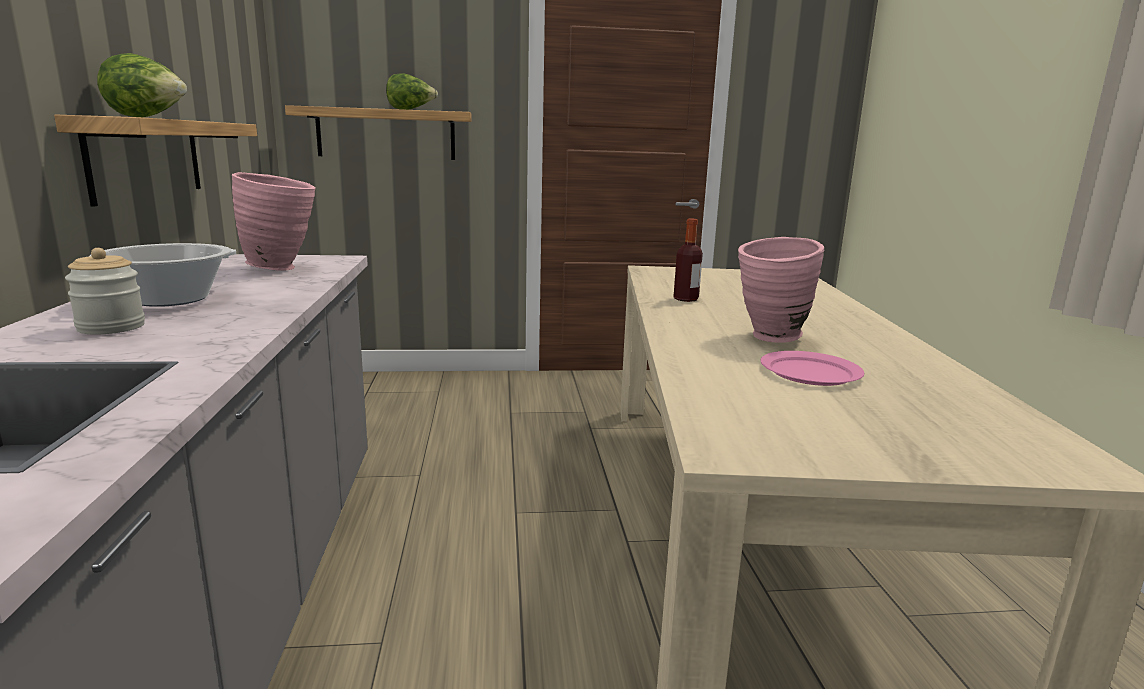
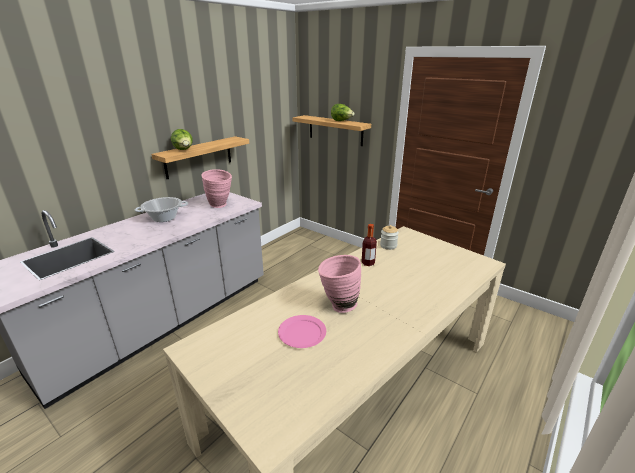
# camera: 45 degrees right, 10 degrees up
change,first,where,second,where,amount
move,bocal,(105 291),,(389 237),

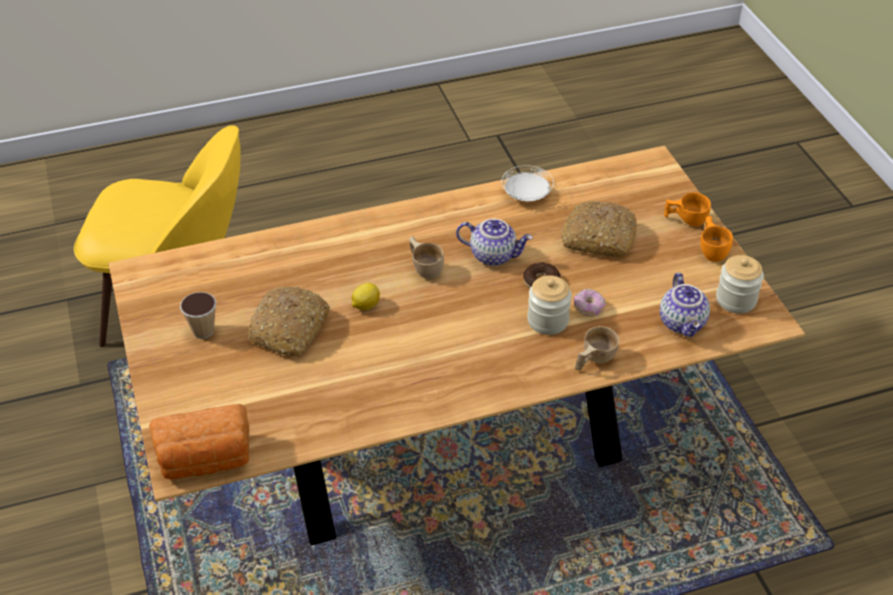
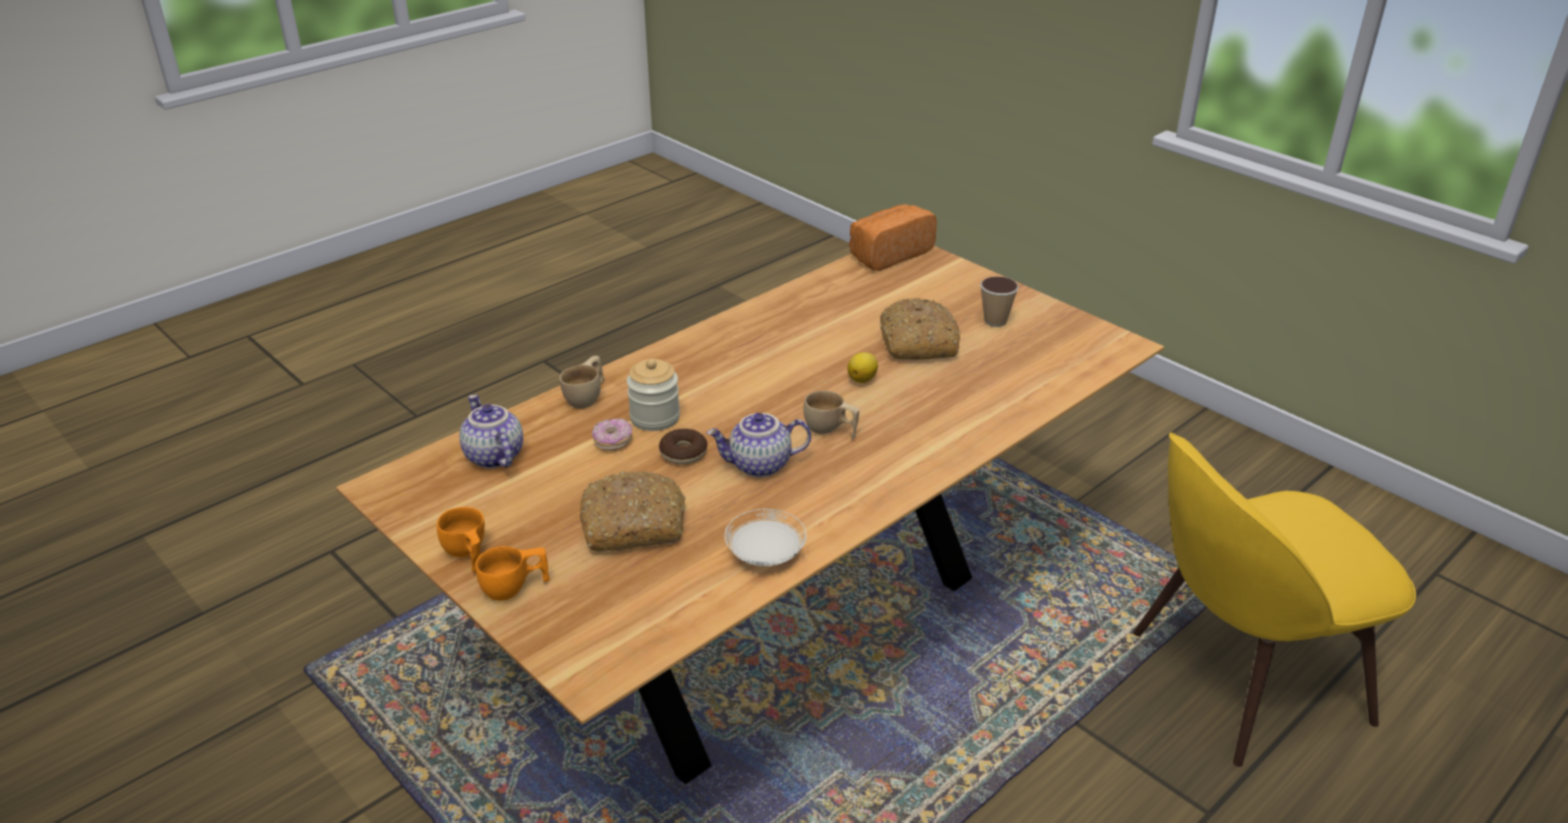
# camera: 155 degrees right, 10 degrees down
change,first,where,second,where,amount
delete,bocal,(740 284),,,

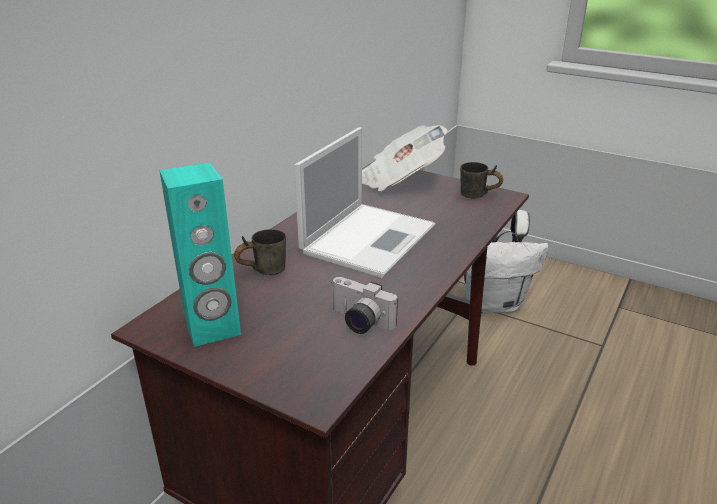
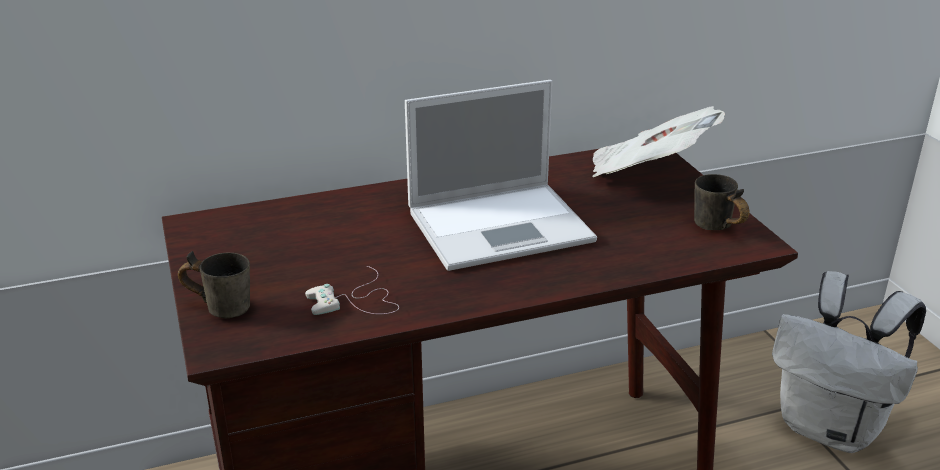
# camera: 40 degrees right, 0 degrees up
change,first,where,second,where,amount
delete,enceinte [turquoise],(200 254),,,
move,mug [gris],(260 252),,(214 284),
replace,appareil photo,(364 305),manette [blanc],(352 290),

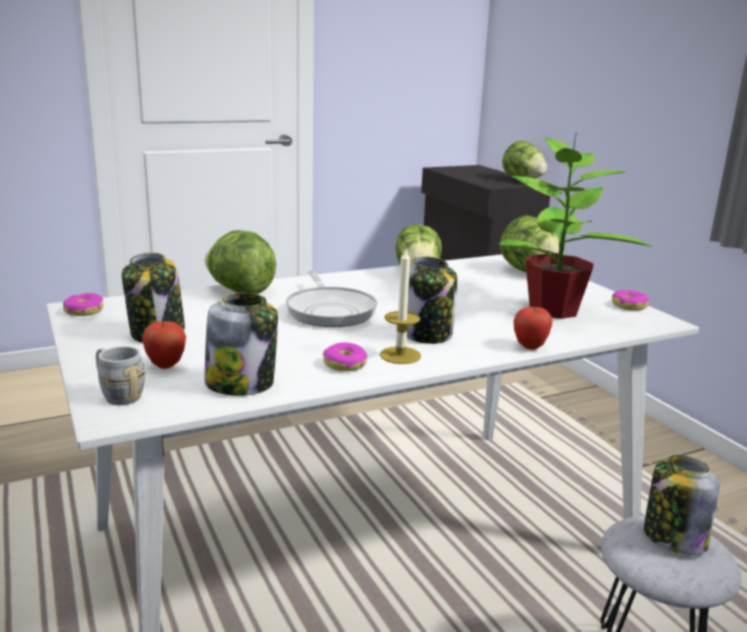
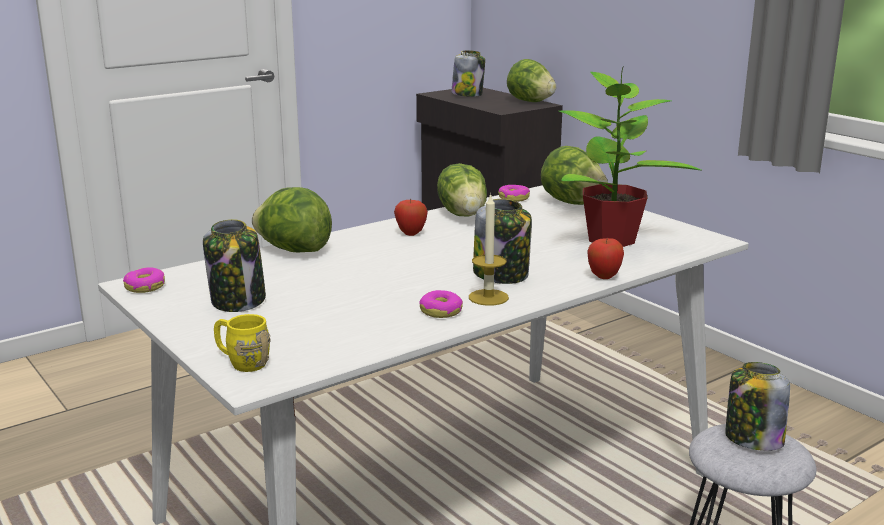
# camera: 10 degrees left, 0 degrees up
change,first,where,second,where,amount
recolor,mug [gris],(120 375),mug [jaune],(242 343),
move,pomme,(164 345),,(411 217),
move,bocal,(241 344),,(468 73),
delete,poêle,(331 299),,,
move,beignet,(630 300),,(514 193),

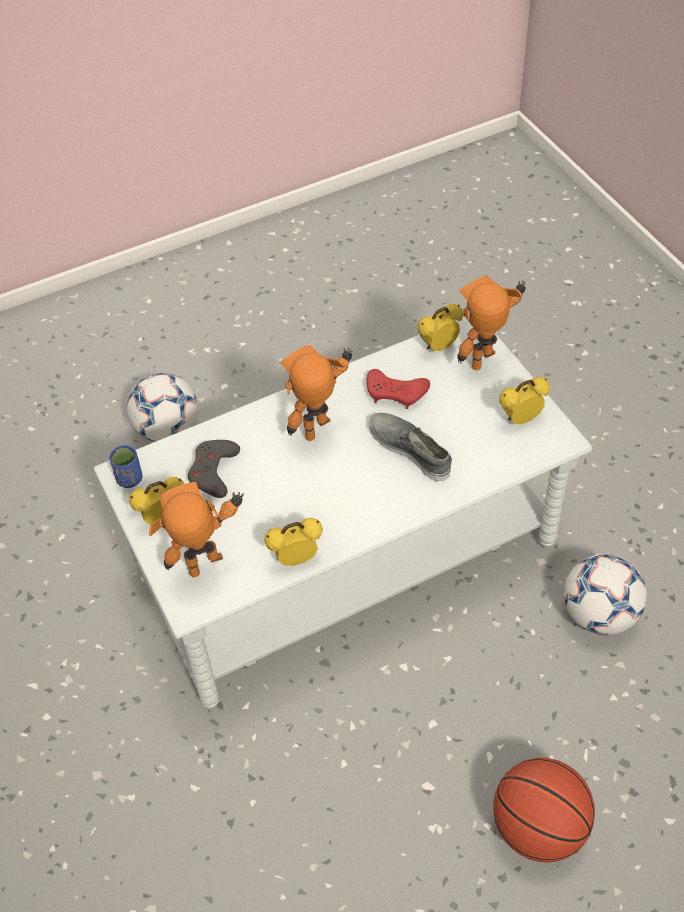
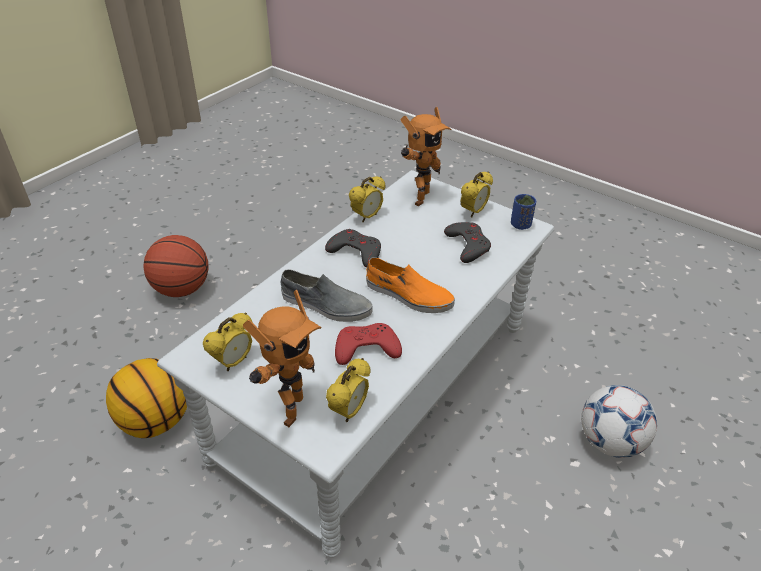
# camera: 150 degrees right, 10 degrees down
change,first,where,second,where,amount
replace,robot jouet,(316 393),chaussure [orange],(410 285),
replace,ballon de foot,(605 594),ballon de basket,(146 398),
insert,,,manette [gris],(353 248),

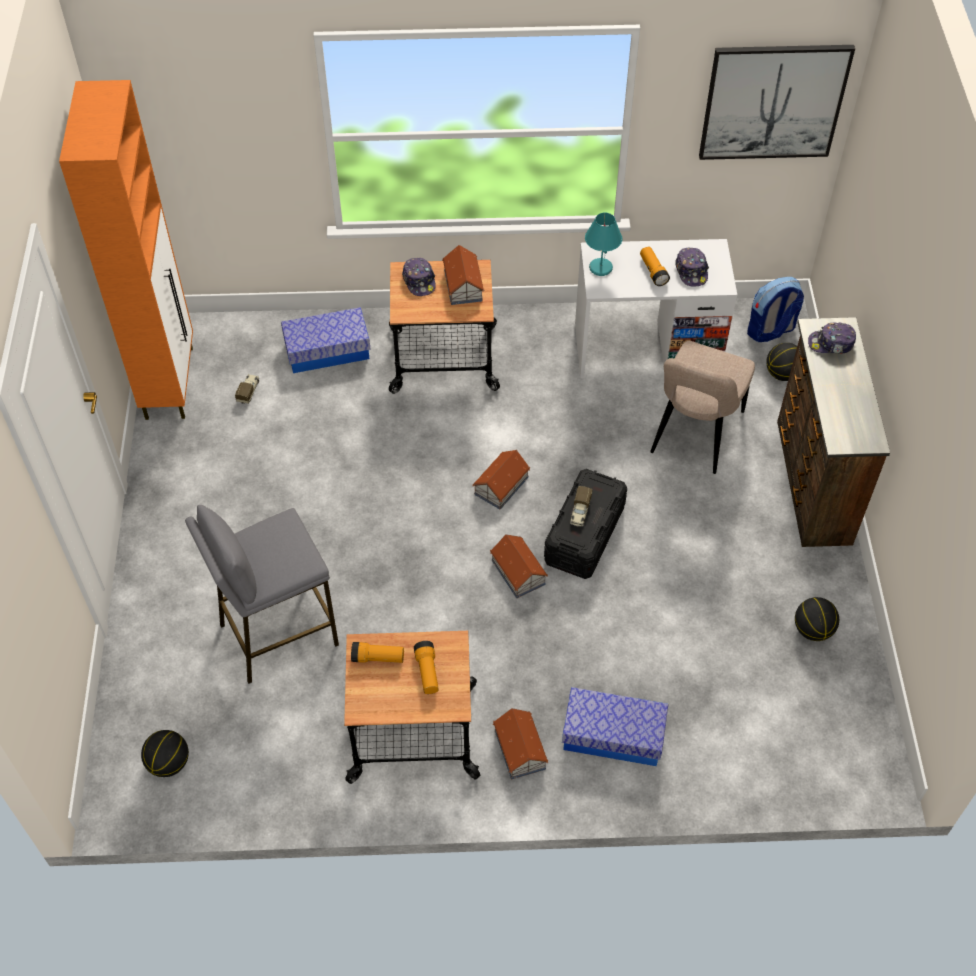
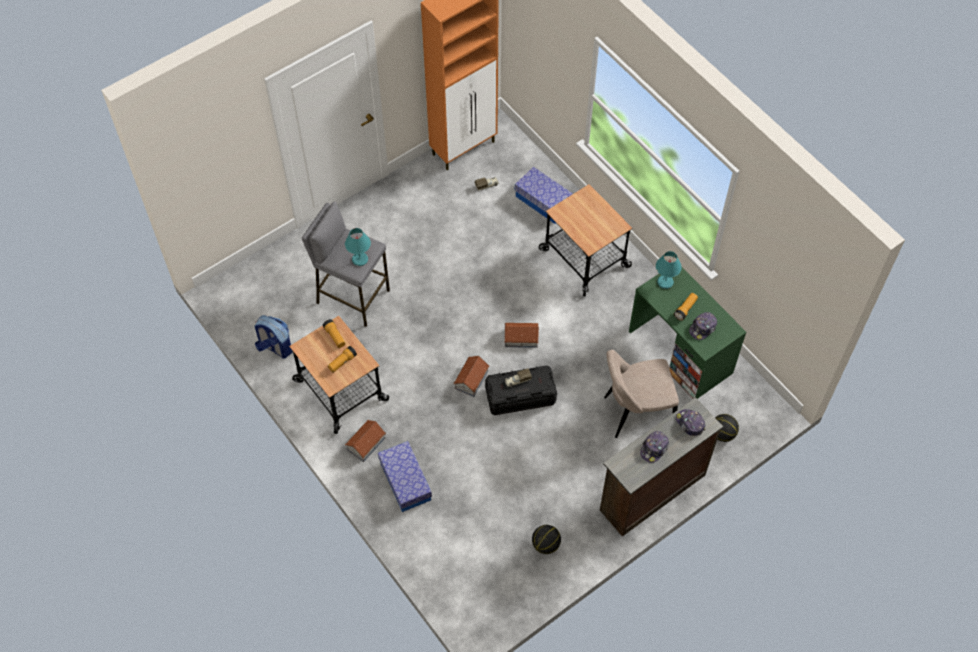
# camera: 55 degrees right, 5 degrees up
change,first,where,second,where,amount
delete,ballon de basket,(165 753),,,
move,casquette,(419 277),,(654 447),
delete,maison miniature,(463 275),,,
recolor,bureau [blanc],(656 308),bureau [vert],(687 333),
delete,tableau,(777 102),,,
move,sac à dos,(775 309),,(273 337),
insert,,,lampe de table [turquoise],(358 247),

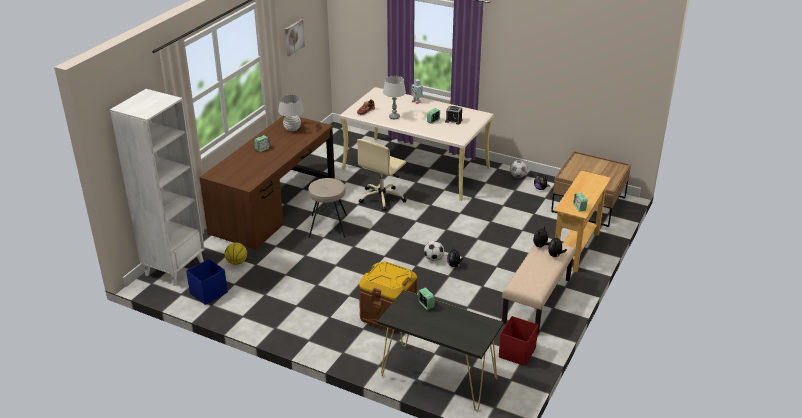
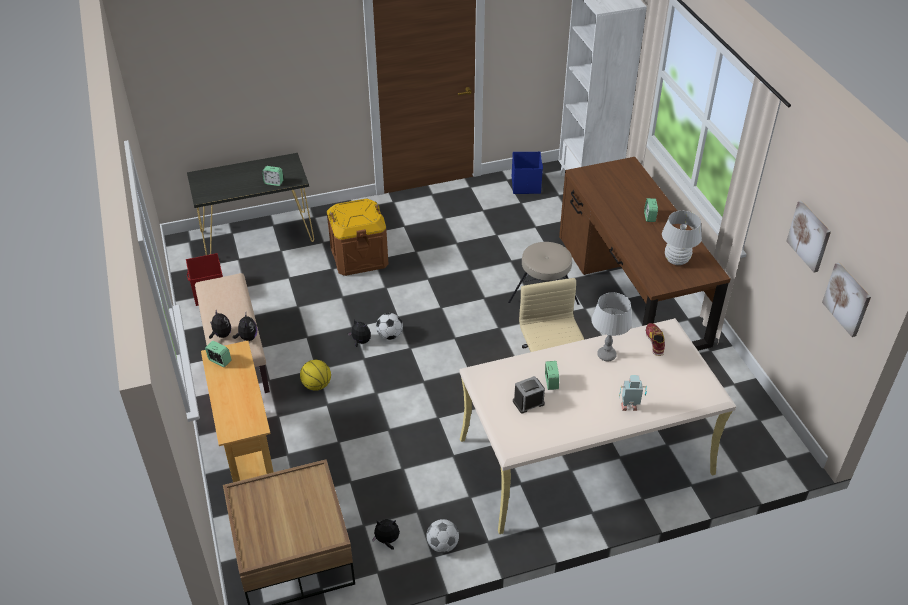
# camera: 135 degrees right, 10 degrees up
change,first,where,second,where,amount
move,ballon de basket,(236 254),,(315 375),
insert,,,tableau,(846 300),

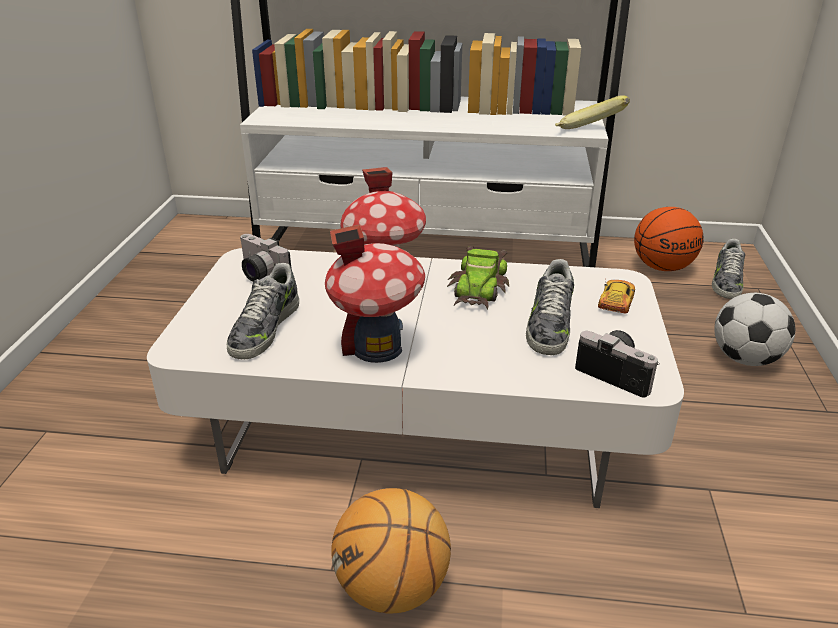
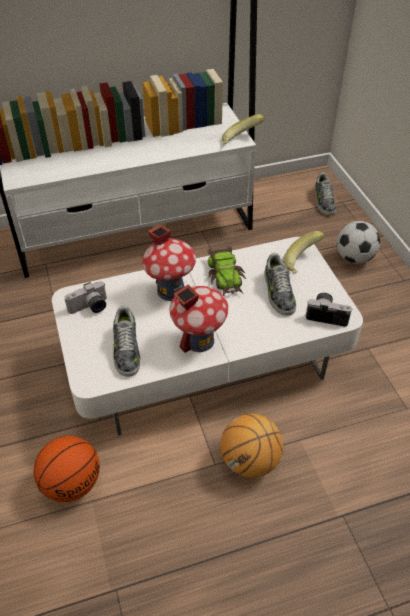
# camera: 25 degrees left, 15 degrees up
change,first,where,second,where,amount
rotate,appareil photo,(266 257),,(85 297),45 degrees counterclockwise
replace,petite voiture,(616 296),banane,(303 252),
move,ballon de basket,(669 239),,(67 469),

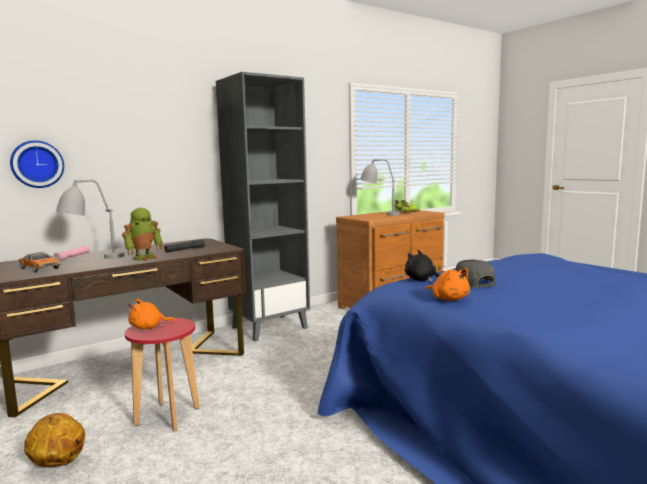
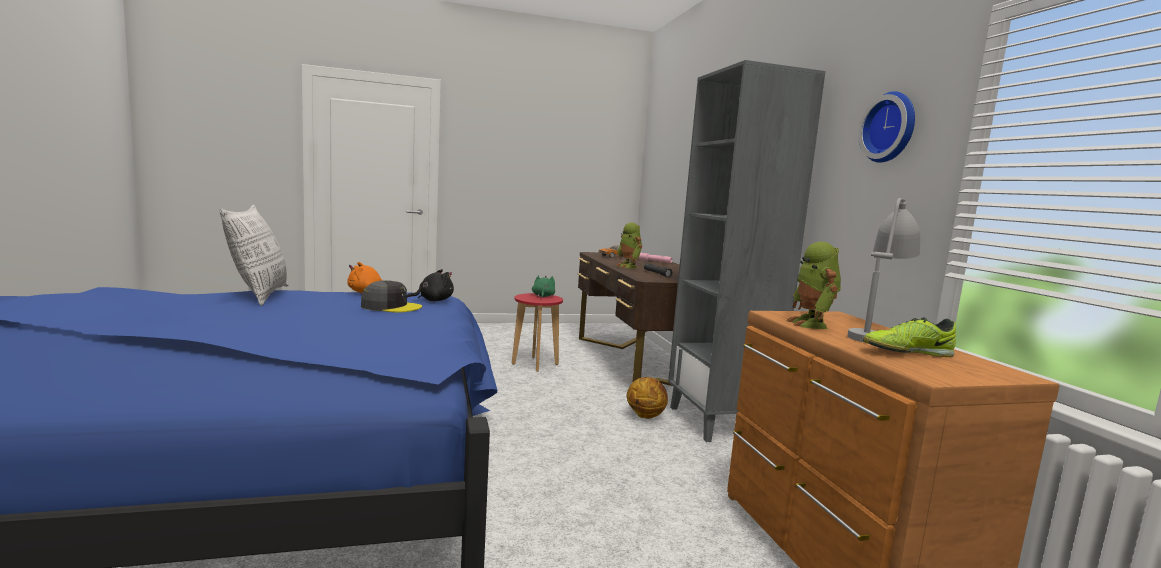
# camera: 110 degrees right, 0 degrees up
change,first,where,second,where,amount
move,horloge murale,(37 164),,(886 127),
move,ballon de basket,(54 440),,(647 398),
delete,lampe de table [gris],(90 219),,,
recolor,peluche [orange],(152 314),peluche [vert],(543 286),
insert,,,coussin,(253 255),
insert,,,robot jouet,(813 285),

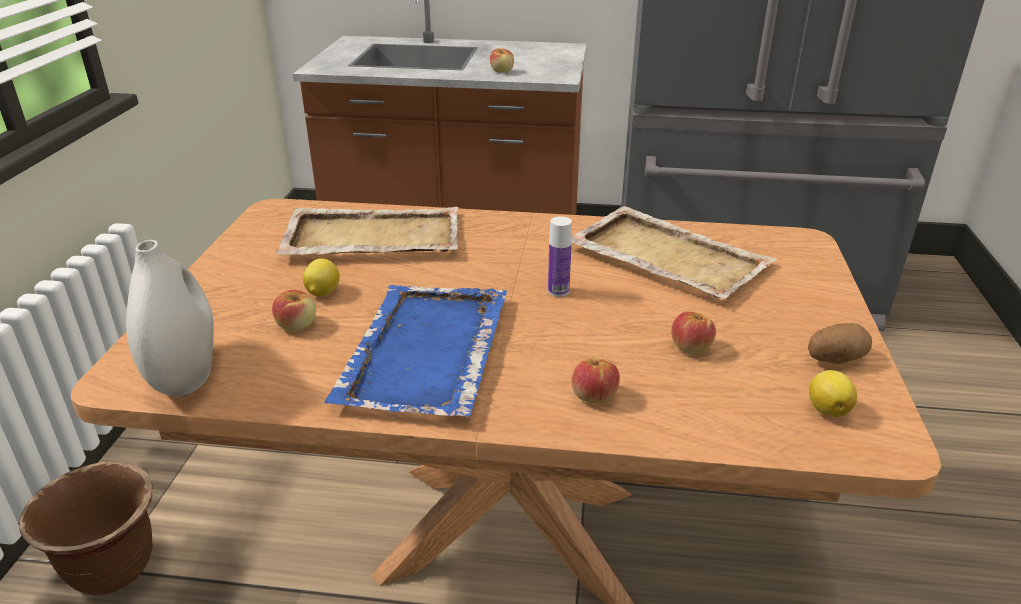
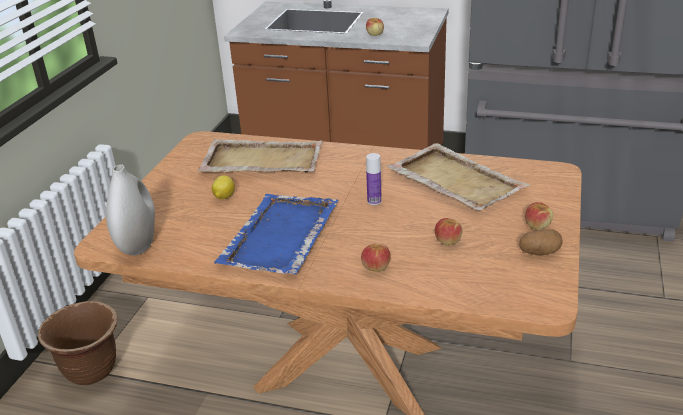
# camera: 10 degrees right, 0 degrees up
change,first,where,second,where,amount
move,pomme,(294 310),,(539 216),
delete,citron,(833 393),,,

